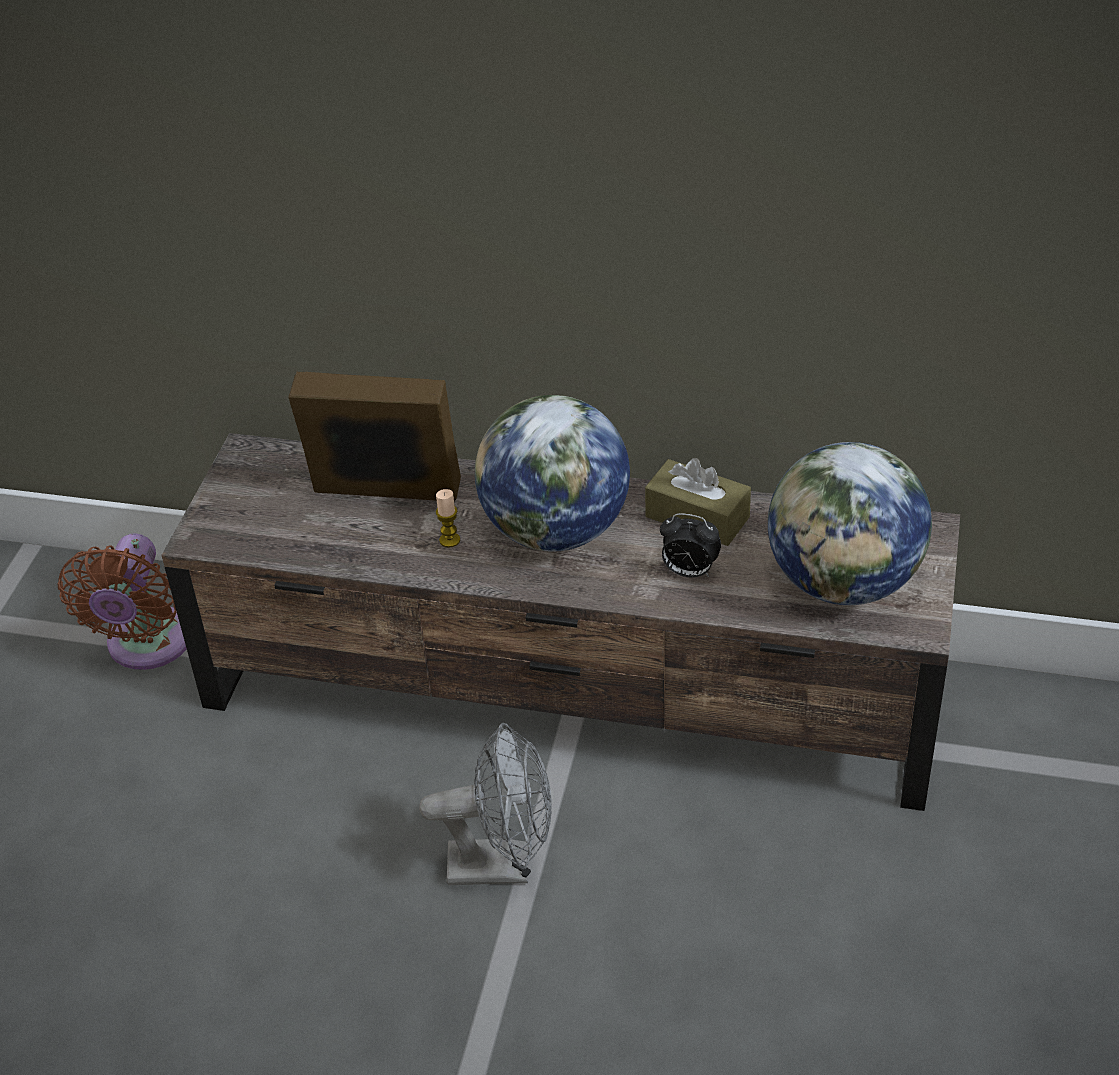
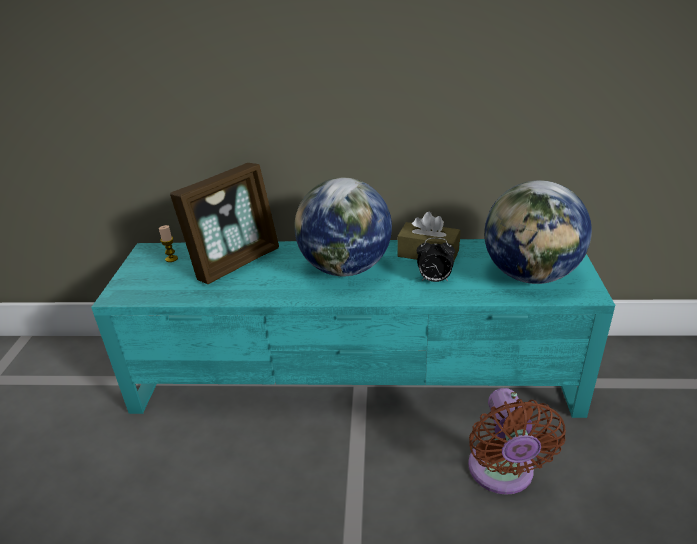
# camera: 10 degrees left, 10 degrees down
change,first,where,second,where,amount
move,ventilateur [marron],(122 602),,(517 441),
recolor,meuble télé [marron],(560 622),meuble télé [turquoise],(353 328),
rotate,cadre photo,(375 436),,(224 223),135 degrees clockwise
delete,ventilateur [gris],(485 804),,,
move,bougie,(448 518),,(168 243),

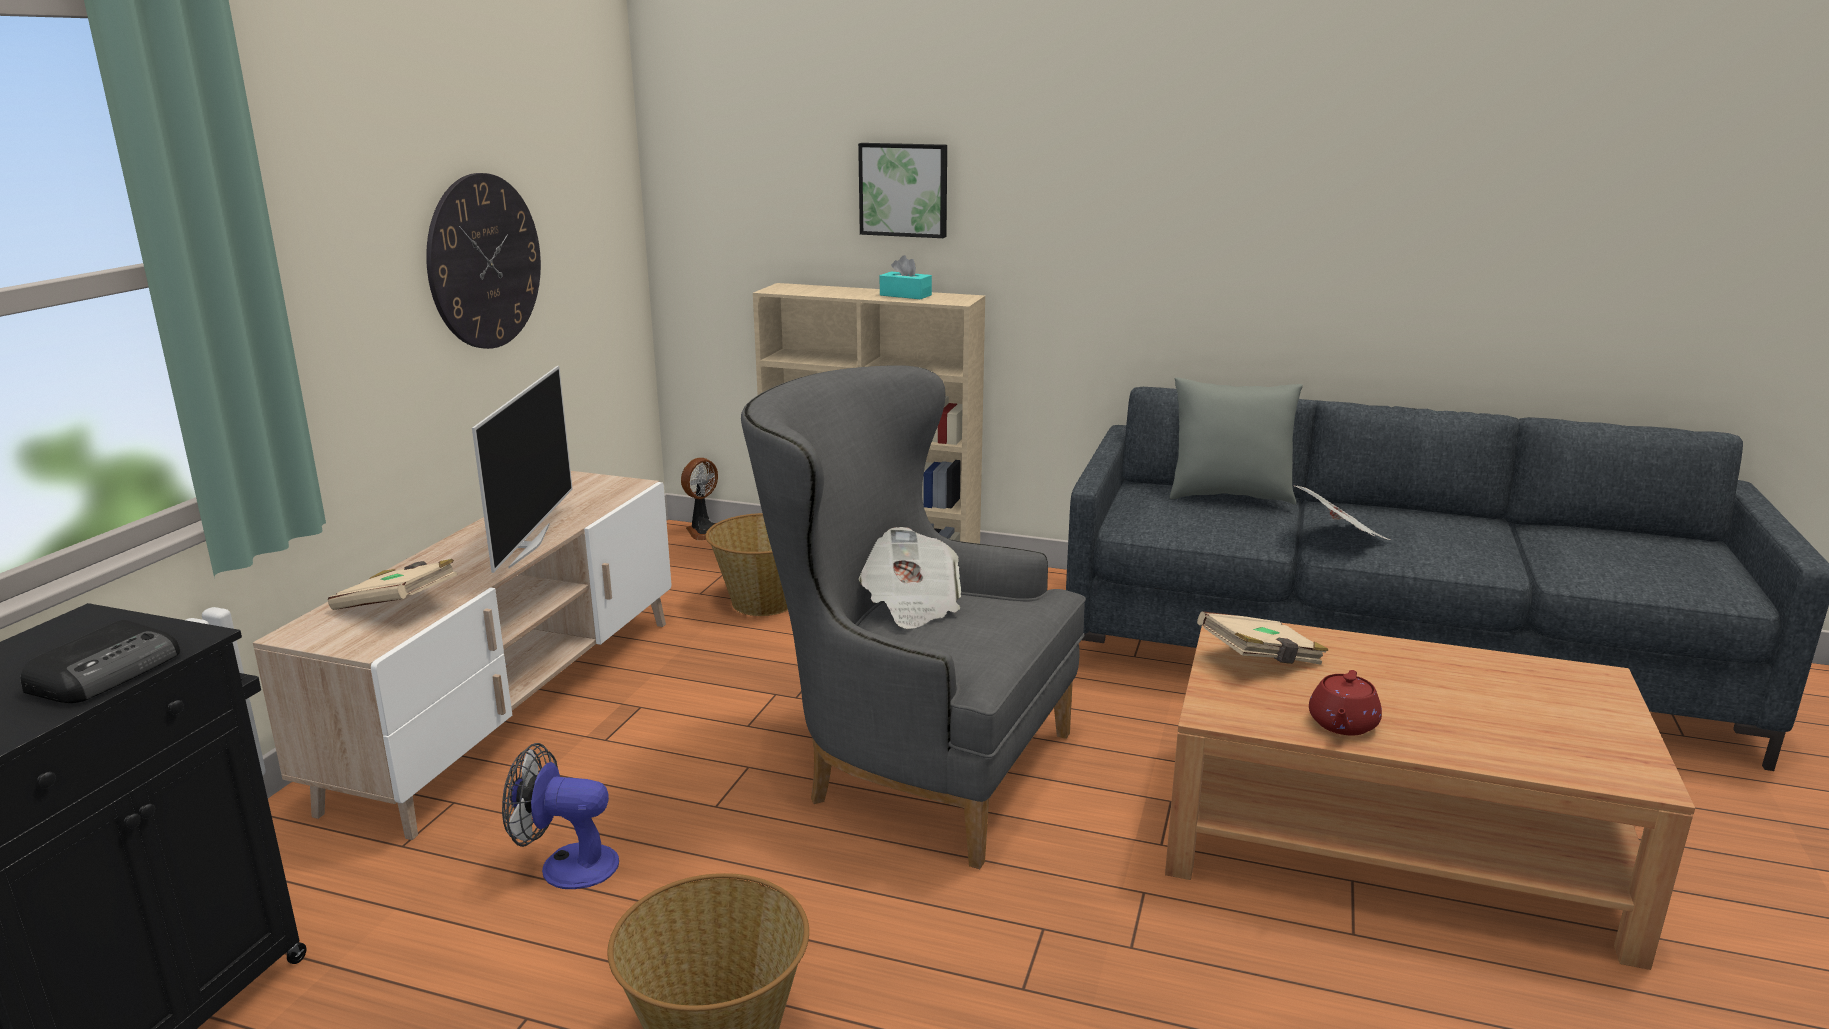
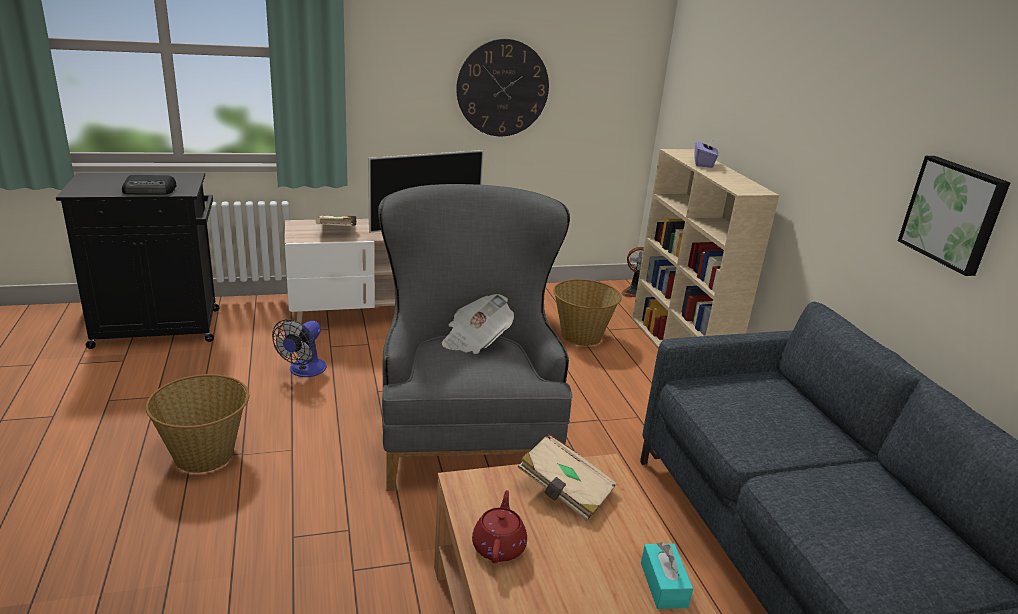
# camera: 55 degrees right, 5 degrees up
change,first,where,second,where,amount
rotate,ventilateur,(560 816),,(299 348),135 degrees counterclockwise
move,tableau,(902 190),,(954 216),
move,boîte à mouchoirs [turquoise],(906 277),,(667 575),
delete,coussin [gris],(1236 441),,,
delete,journal,(1343 512),,,
rotate,théière [rouge],(1345 703),,(499 526),105 degrees clockwise
insert,,,boîte à mouchoirs [violet],(706 153),

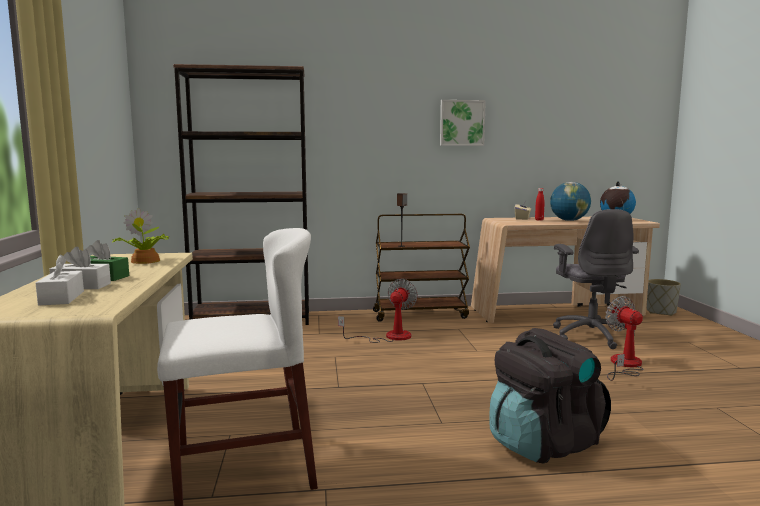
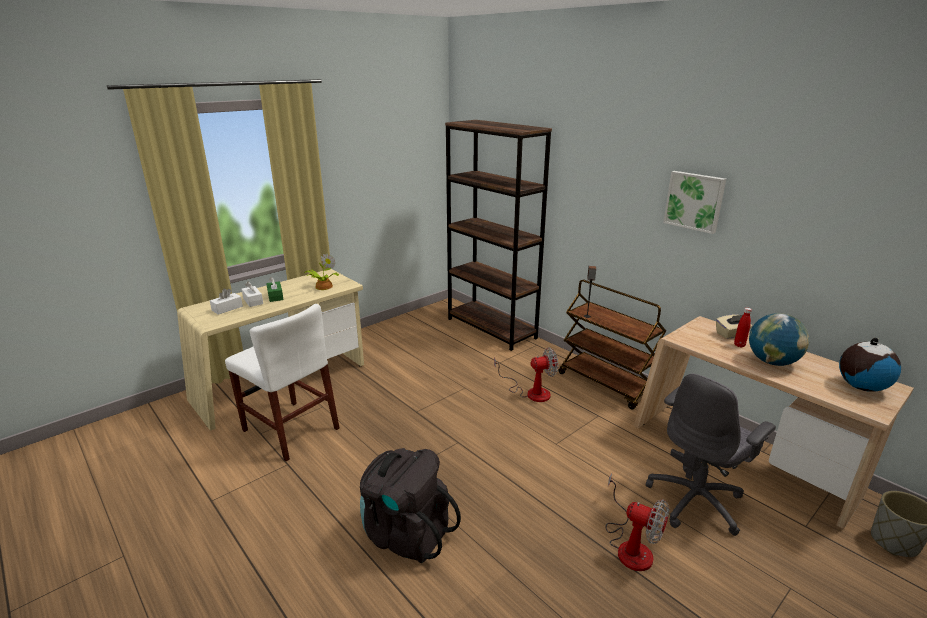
# camera: 55 degrees right, 15 degrees up
change,first,where,second,where,amount
rotate,ventilateur,(624 338),,(637 522),90 degrees clockwise

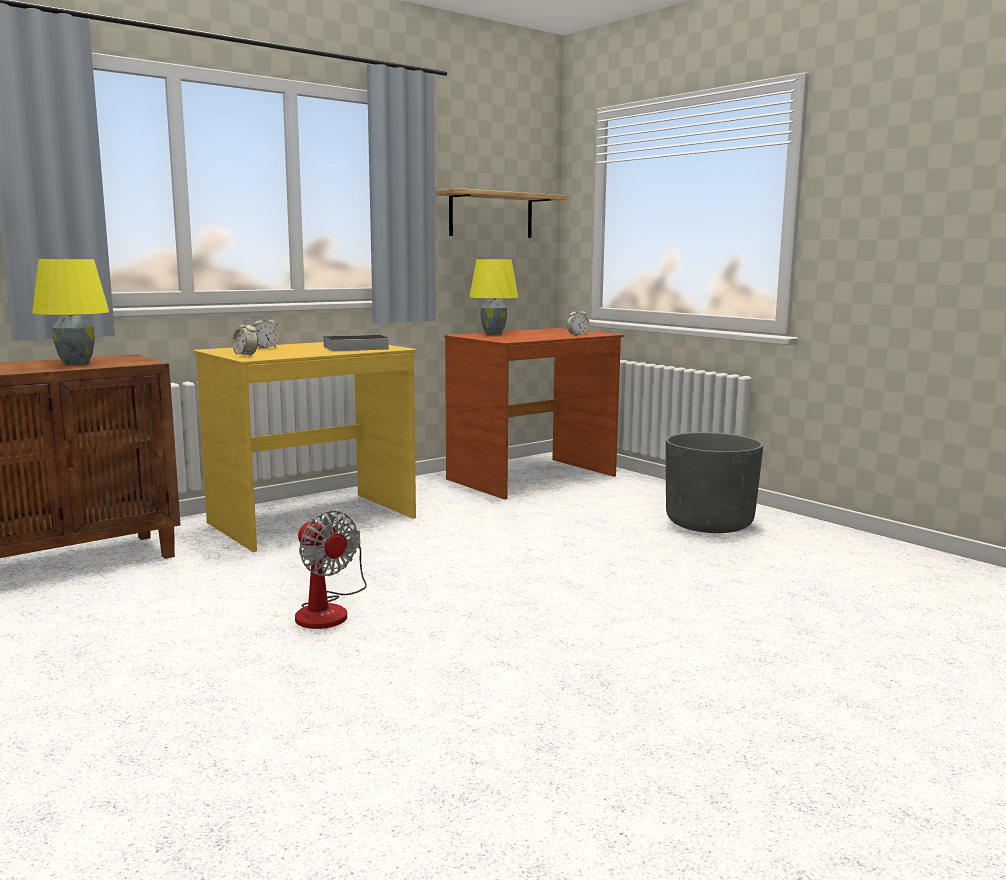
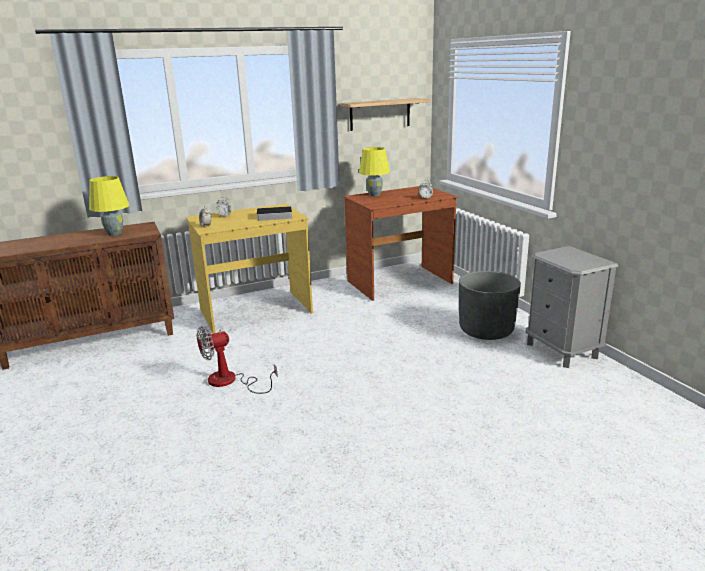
# camera: 15 degrees right, 10 degrees up
change,first,where,second,where,amount
rotate,ventilateur,(331 570),,(237 360),90 degrees clockwise
insert,,,table de chevet [gris],(572 307),

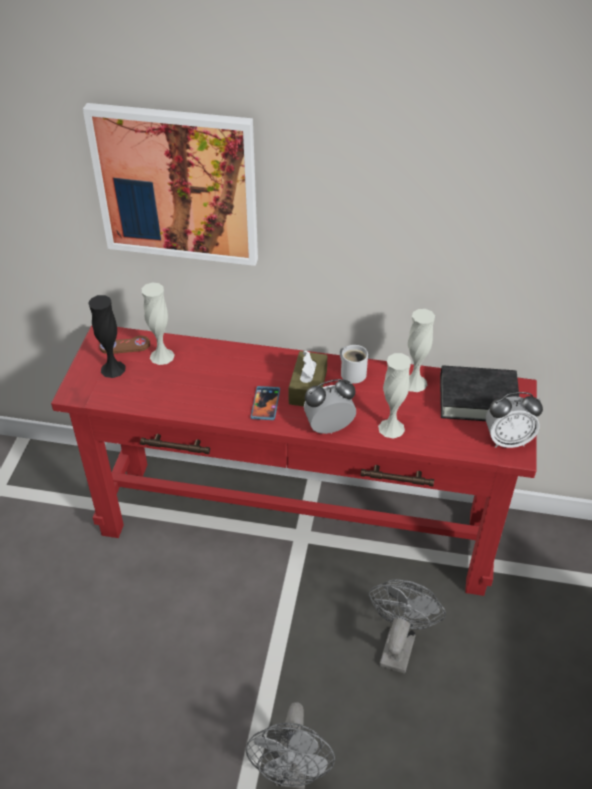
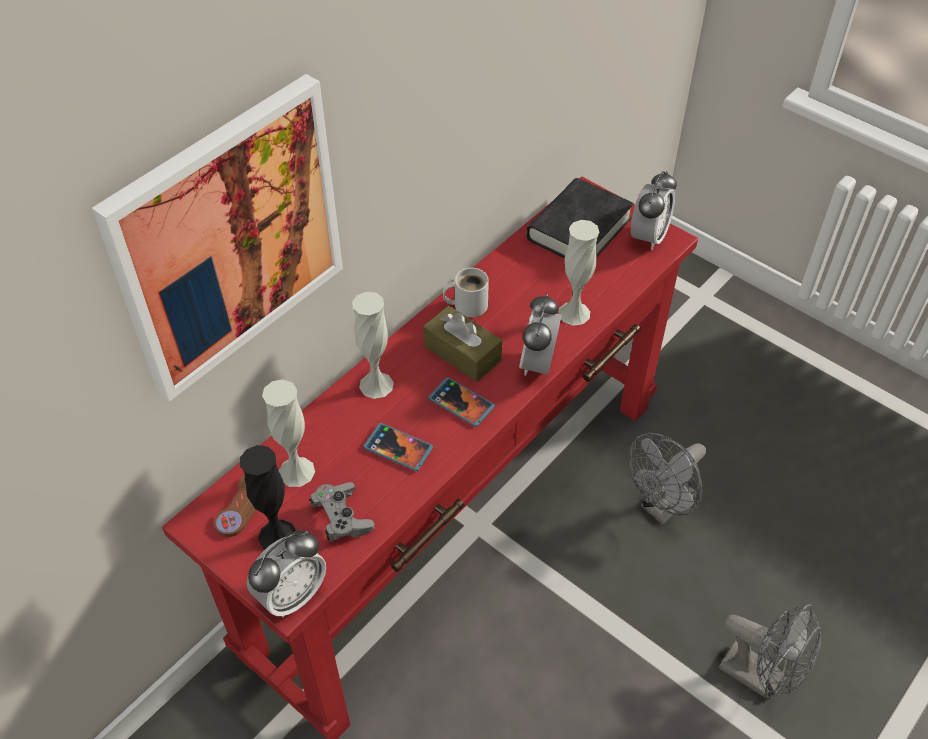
# camera: 60 degrees left, 5 degrees up
change,first,where,second,where,amount
rotate,ventilateur [gris],(407 626),,(667 478),90 degrees counterclockwise
move,vase [blanc],(421 350),,(373 345),
insert,,,réveil,(286 574),
insert,,,manette [gris],(342 512),
insert,,,téléphone,(398 447),

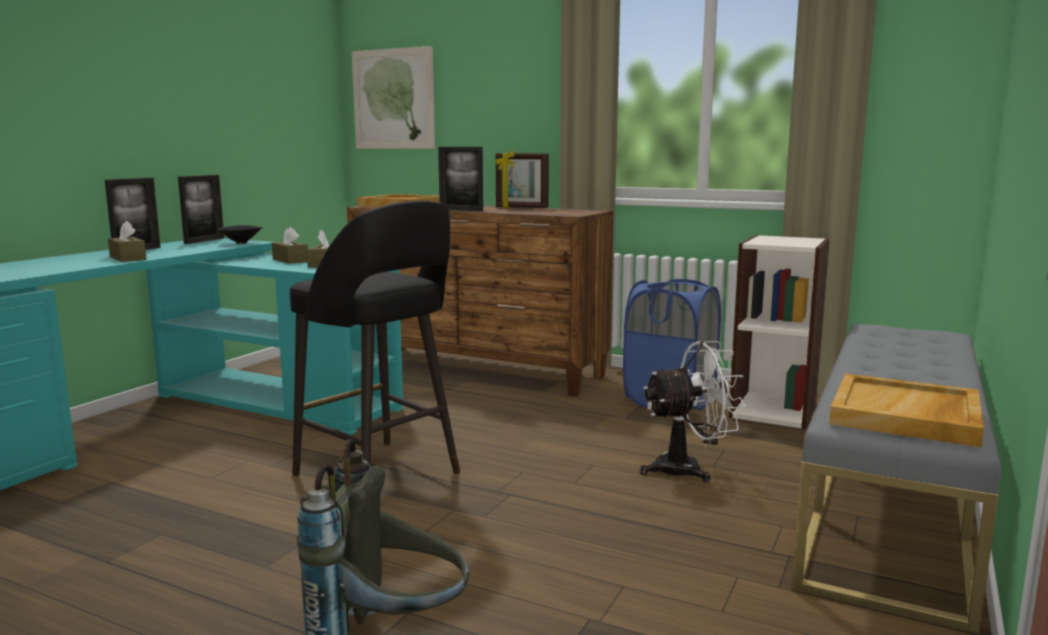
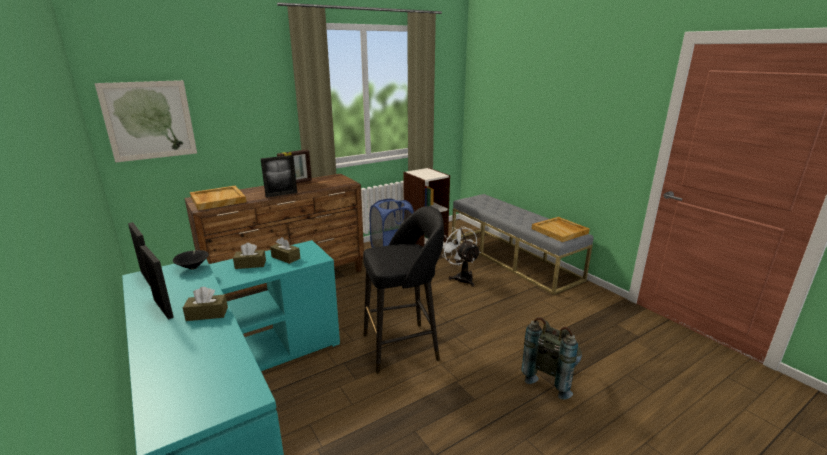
# camera: 60 degrees left, 10 degrees up
change,first,where,second,where,amount
rotate,ventilateur [blanc],(692 411),,(461 256),45 degrees counterclockwise

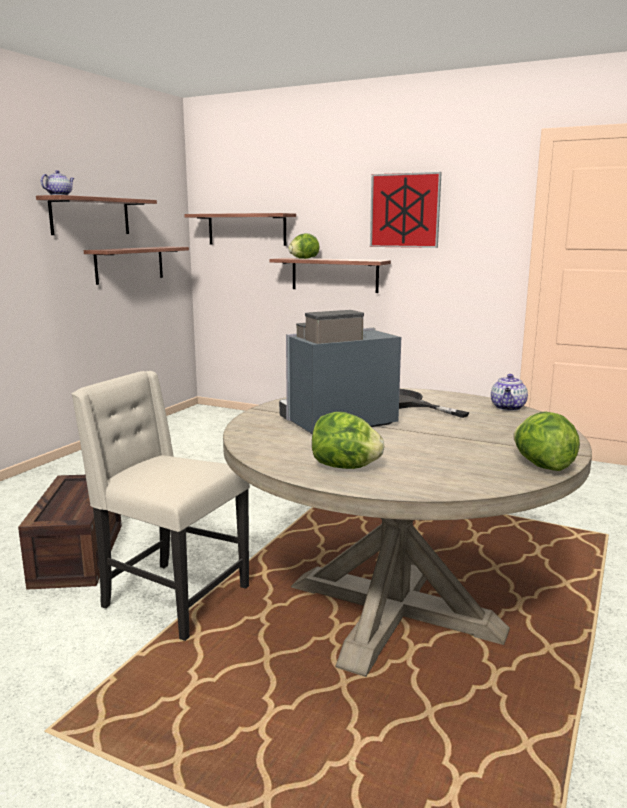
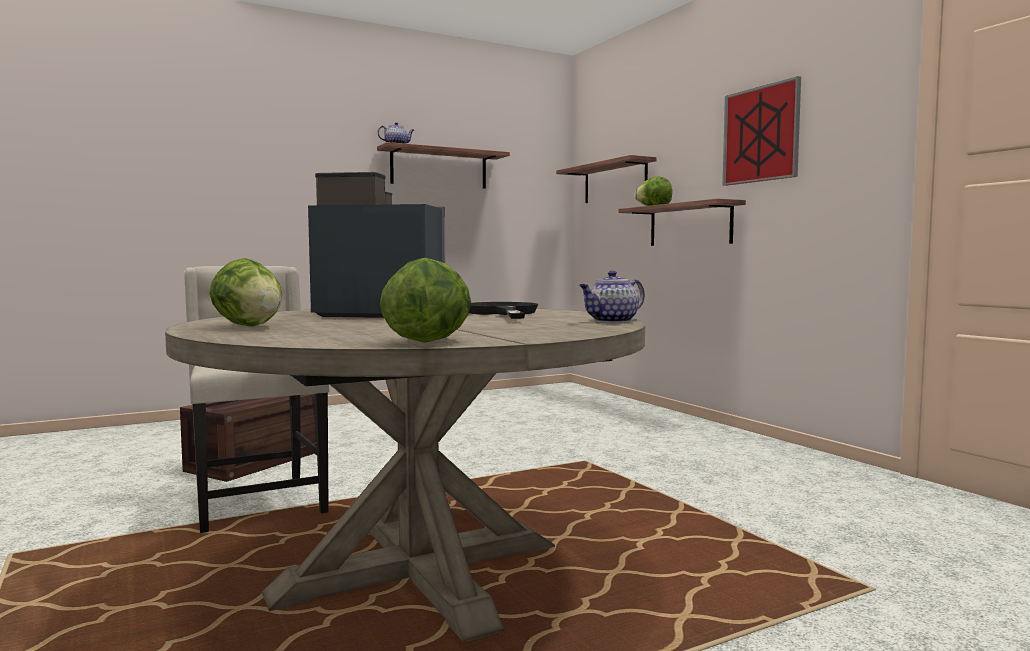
# camera: 35 degrees right, 10 degrees down
change,first,where,second,where,amount
delete,étagère,(136 266),,,

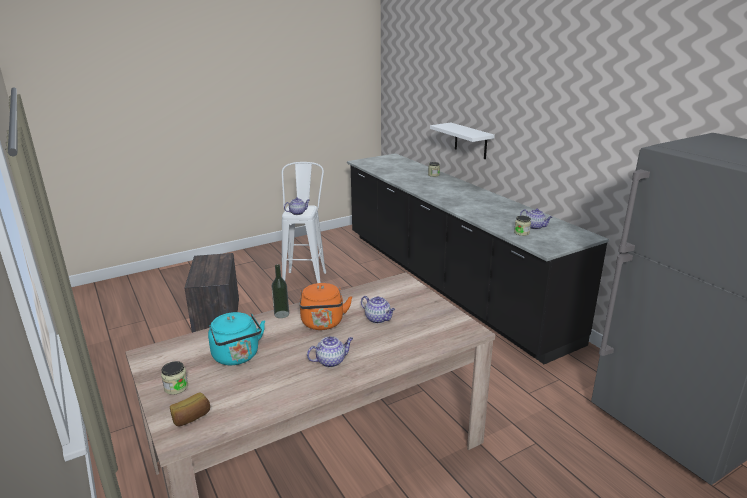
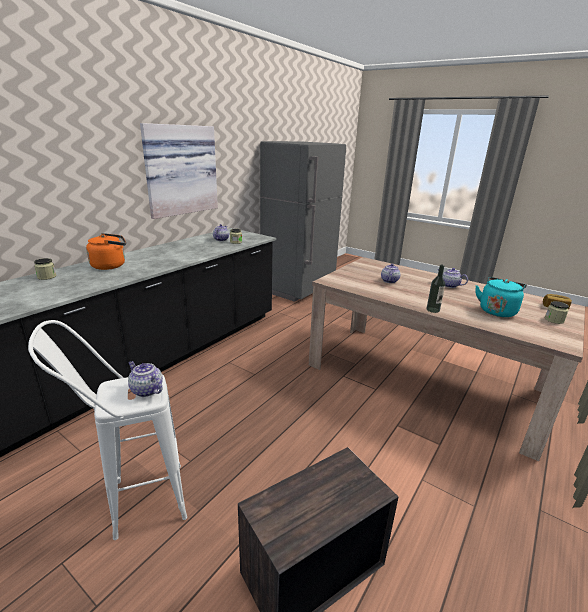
# camera: 115 degrees left, 0 degrees up
change,first,where,second,where,amount
move,bouilloire [orange],(325 306),,(106 251),
delete,étagère [blanc],(462 140),,,
insert,,,tableau,(179 171),

